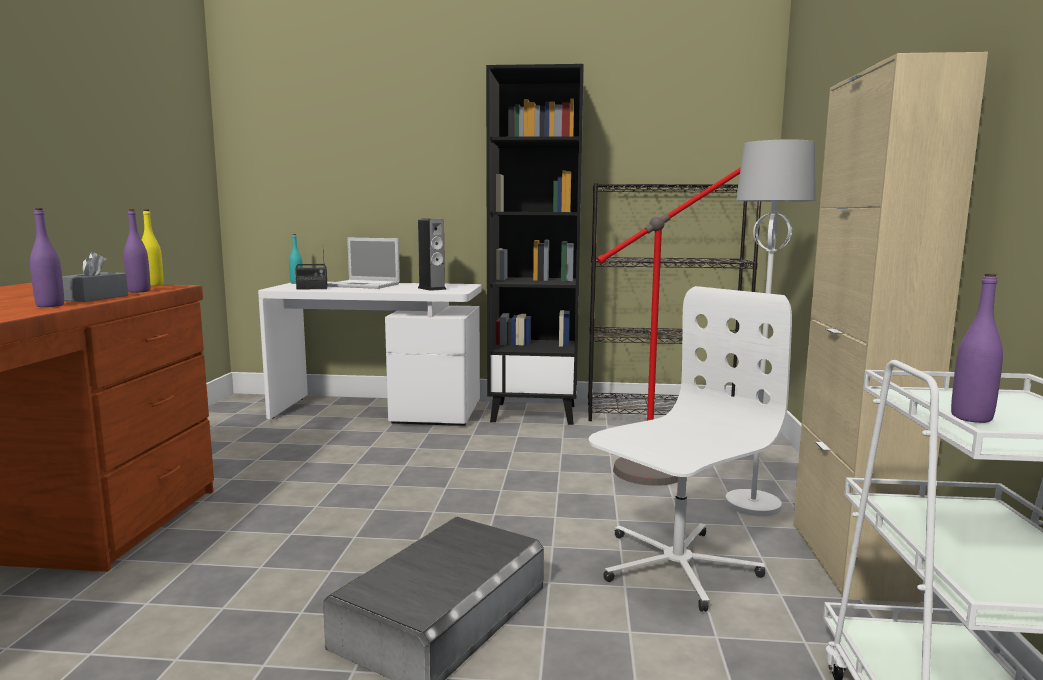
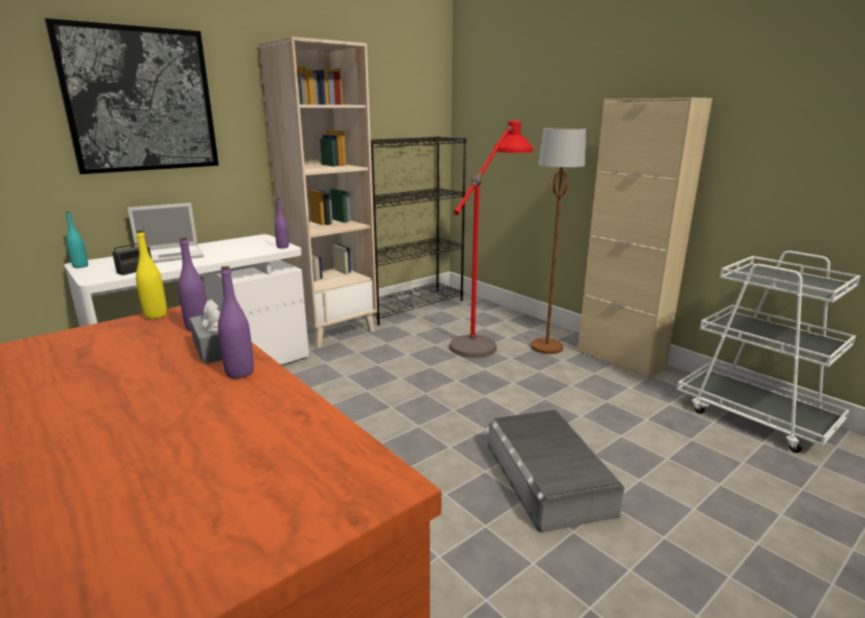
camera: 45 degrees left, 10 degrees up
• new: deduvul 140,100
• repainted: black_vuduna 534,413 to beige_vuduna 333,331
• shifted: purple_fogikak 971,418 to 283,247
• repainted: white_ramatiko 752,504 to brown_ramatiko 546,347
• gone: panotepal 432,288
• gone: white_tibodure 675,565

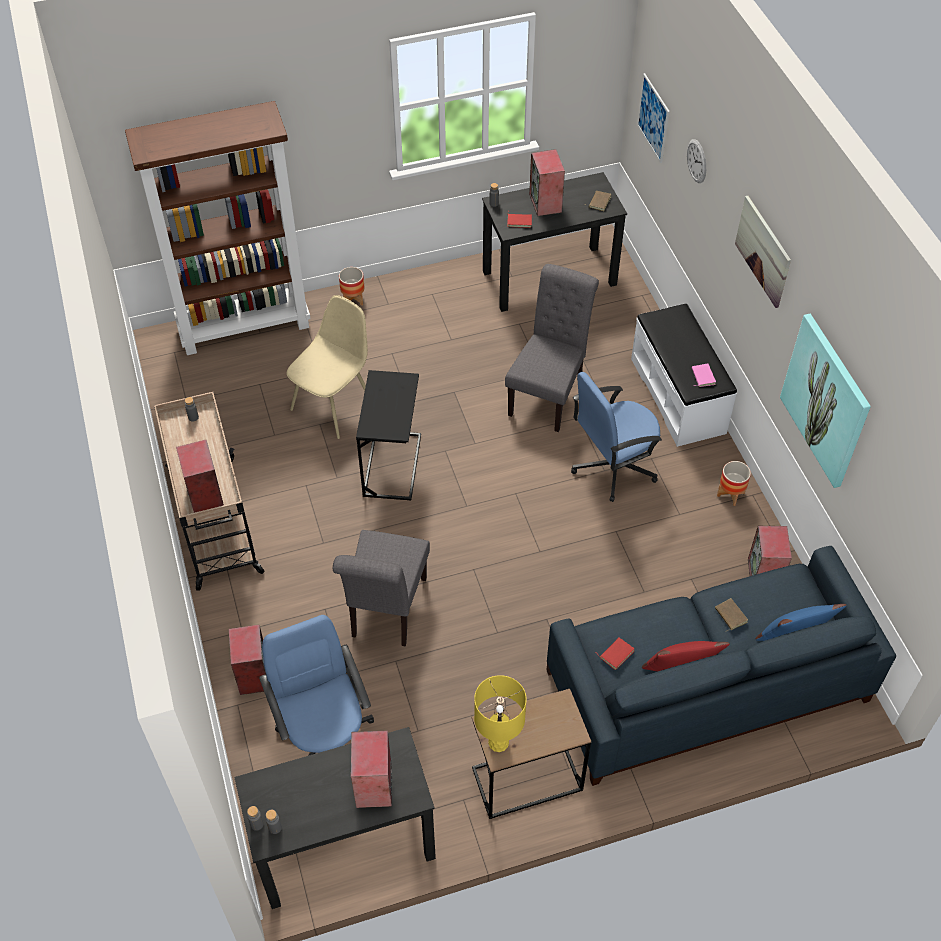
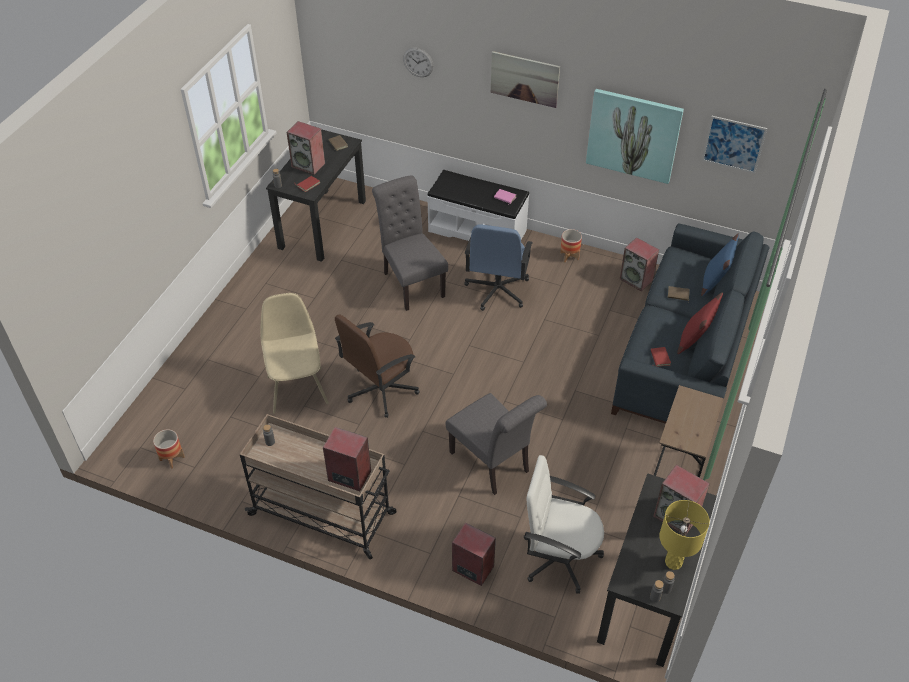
camera: 50 degrees left, 5 degrees down
• shifted: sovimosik 353,299 to 172,458
• swapped: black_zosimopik 392,465 to brown_tibodure 380,389
• repainted: blue_tibodure 325,737 to white_tibodure 559,557
• shifted: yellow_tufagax 498,743 to 674,562
• shifted: deduvul 653,118 to 733,144
• gone: brown_vuduna 245,326

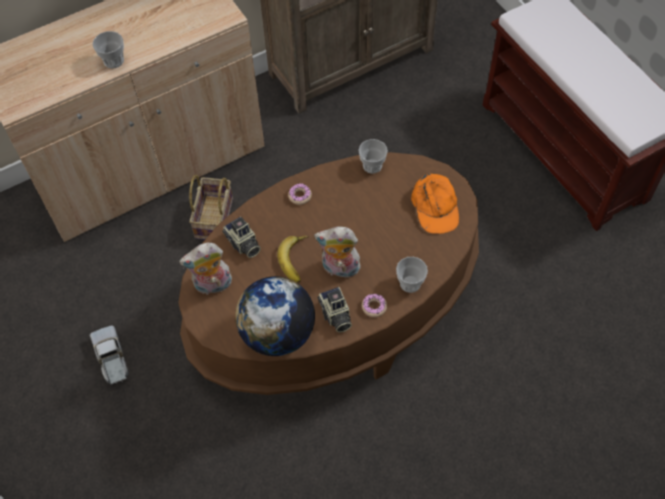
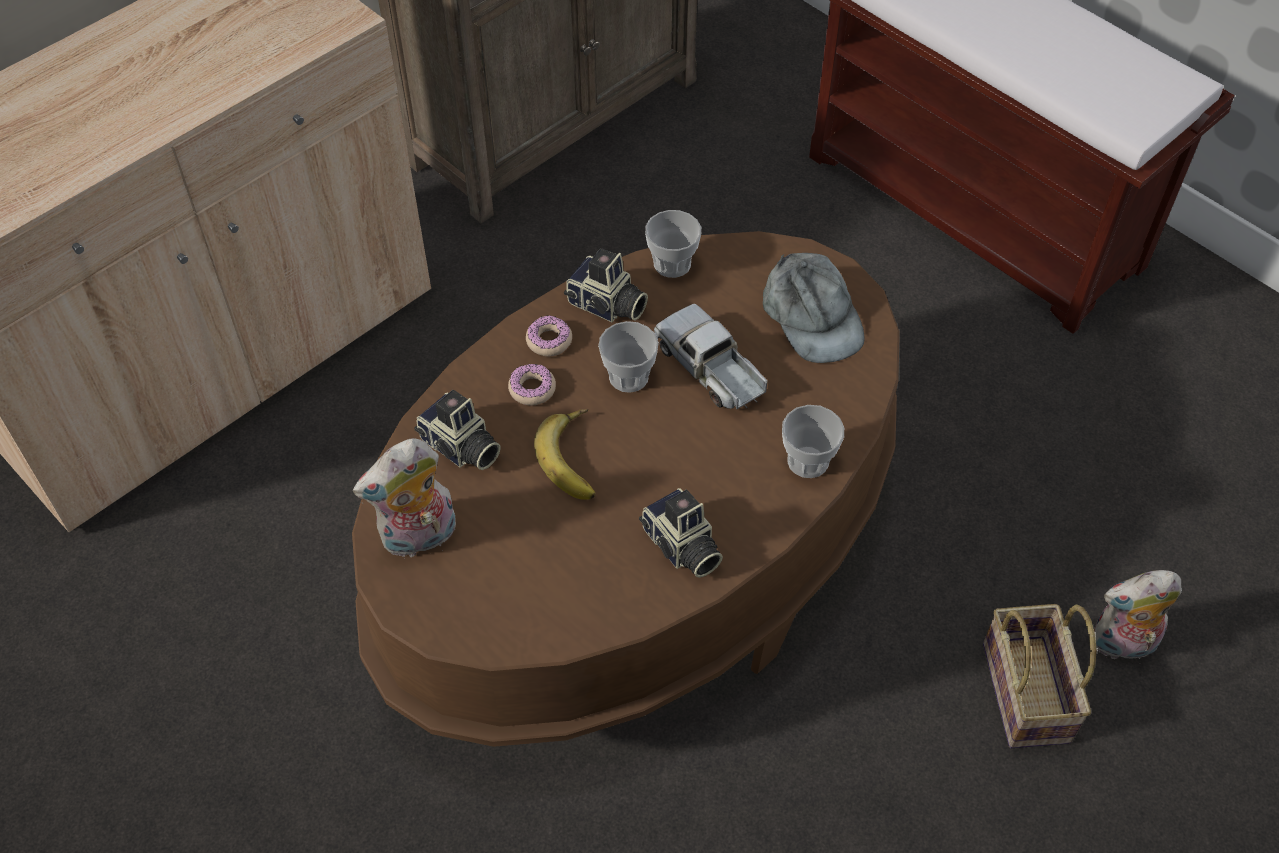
camera: 15 degrees left, 5 degrees down
• shifted: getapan 374,307 to 532,389
• new: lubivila 606,306
• shifted: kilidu 113,61 to 628,377
• shifted: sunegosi 112,358 to 711,369
• repainted: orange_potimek 435,207 to grey_potimek 811,316
• shifted: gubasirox 215,219 to 1029,695
• shifted: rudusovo 339,269 to 1121,645
• gone: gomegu 278,333

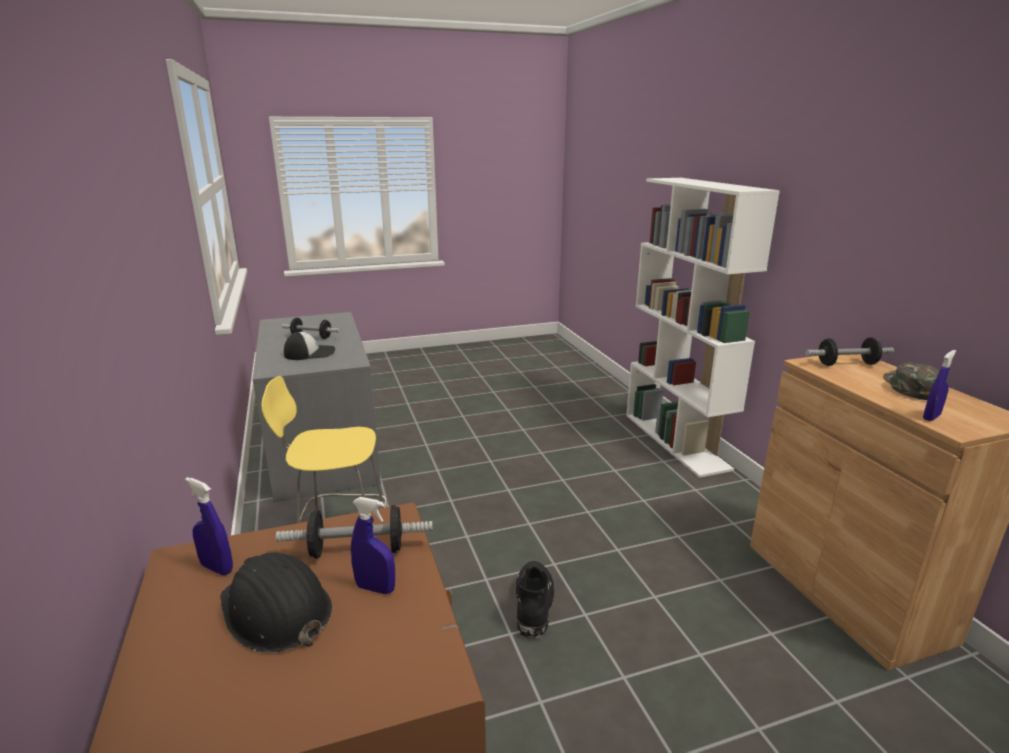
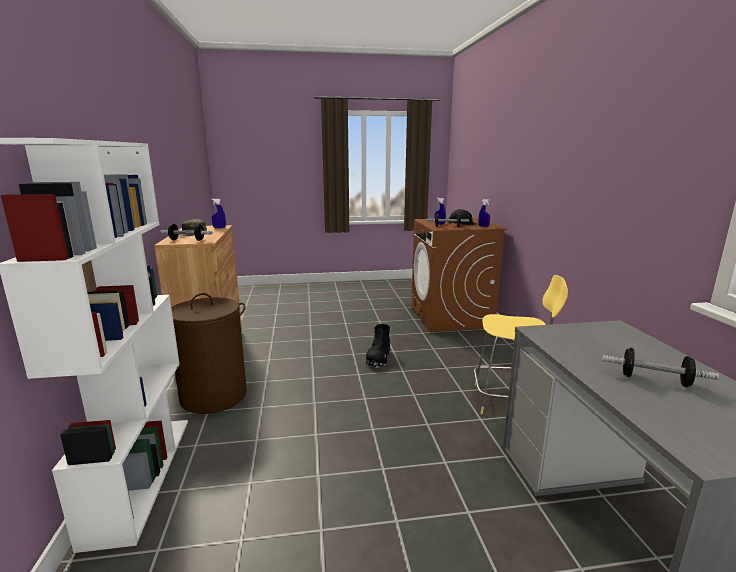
camera: 170 degrees left, 5 degrees down
• new: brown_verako 214,396
• gone: potimek 310,353

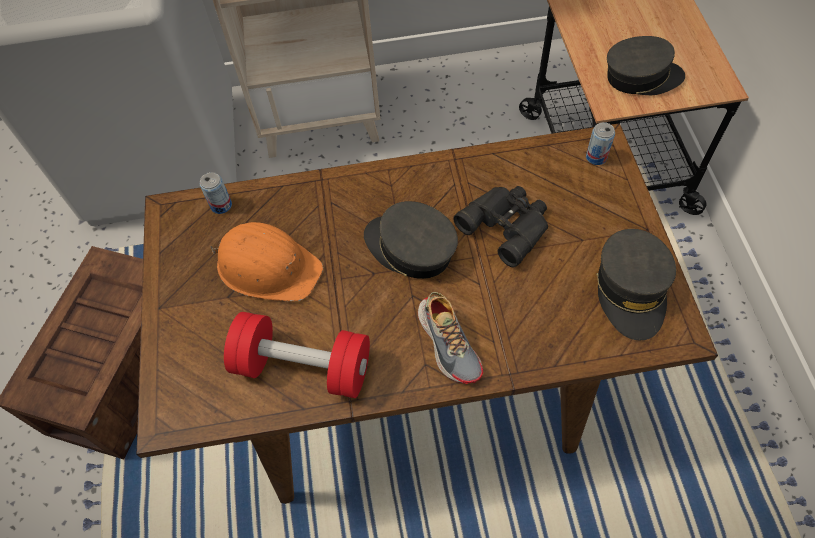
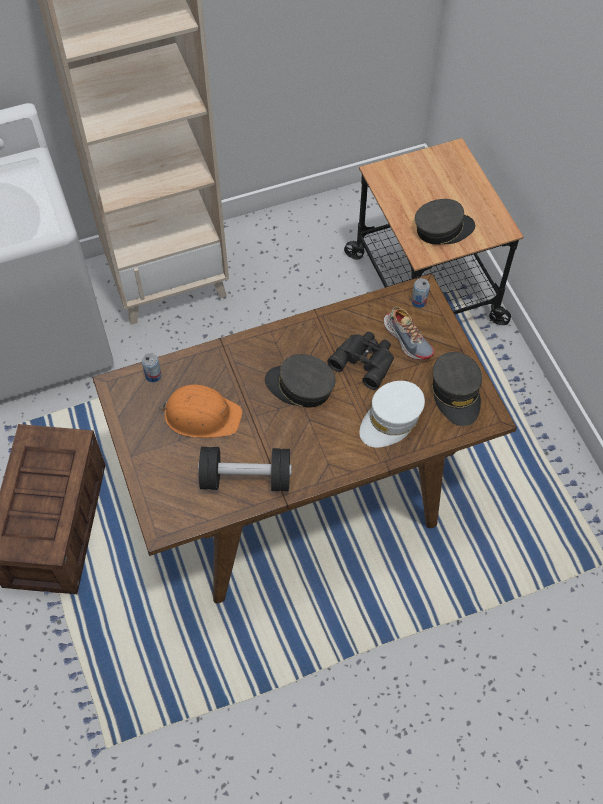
camera: 15 degrees left, 0 degrees up
• repainted: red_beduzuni 303,366 to black_beduzuni 246,478
• new: white_potimek 391,420
• shifted: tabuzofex 449,343 to 407,339

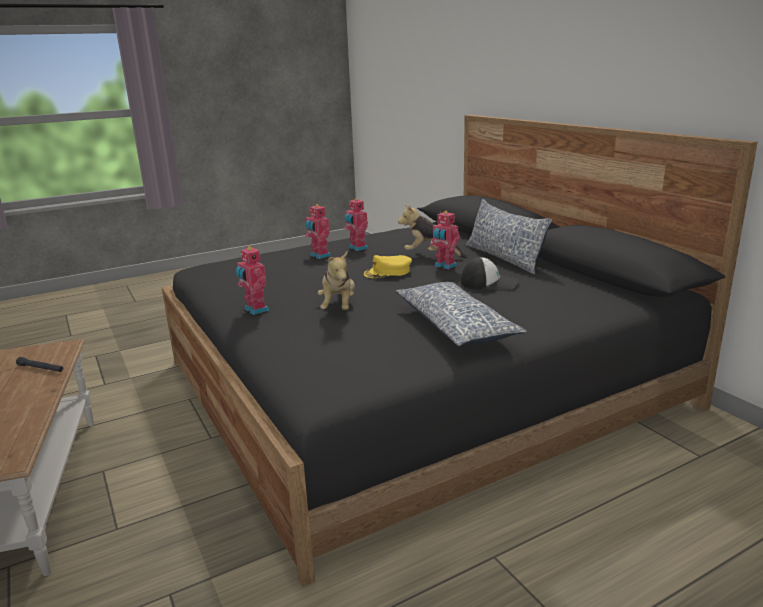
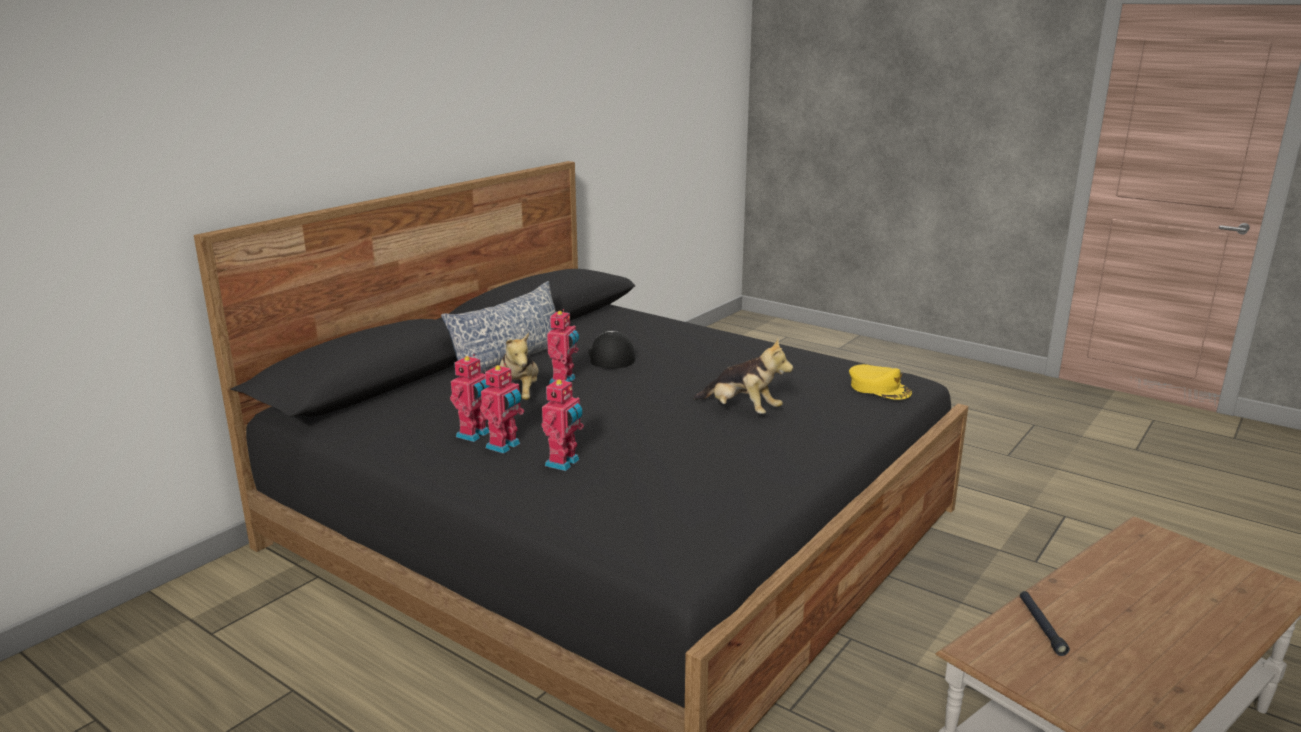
camera: 115 degrees left, 0 degrees up
• shifted: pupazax 255,310 to 474,435
• rotated: rudusovo 339,307 = 741,411 60 degrees clockwise
• shifted: yellow_potimek 388,272 to 879,388
• gone: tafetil 455,326

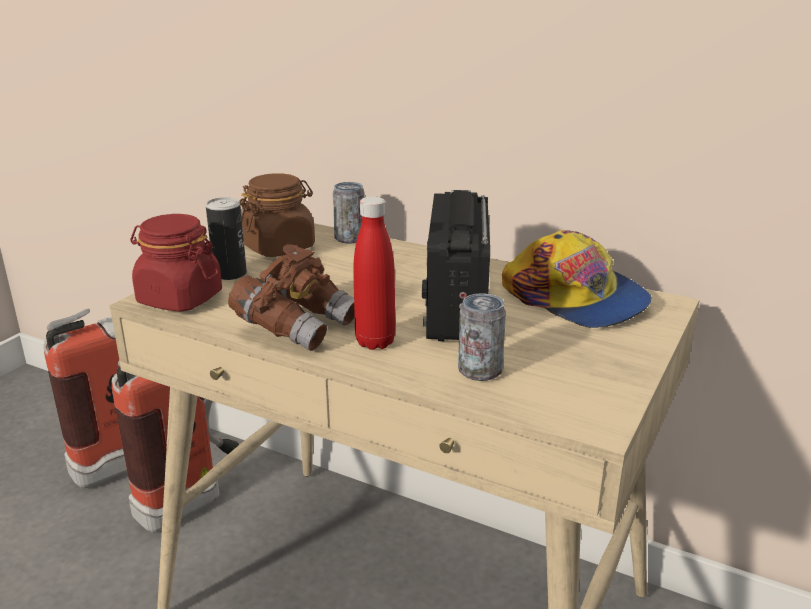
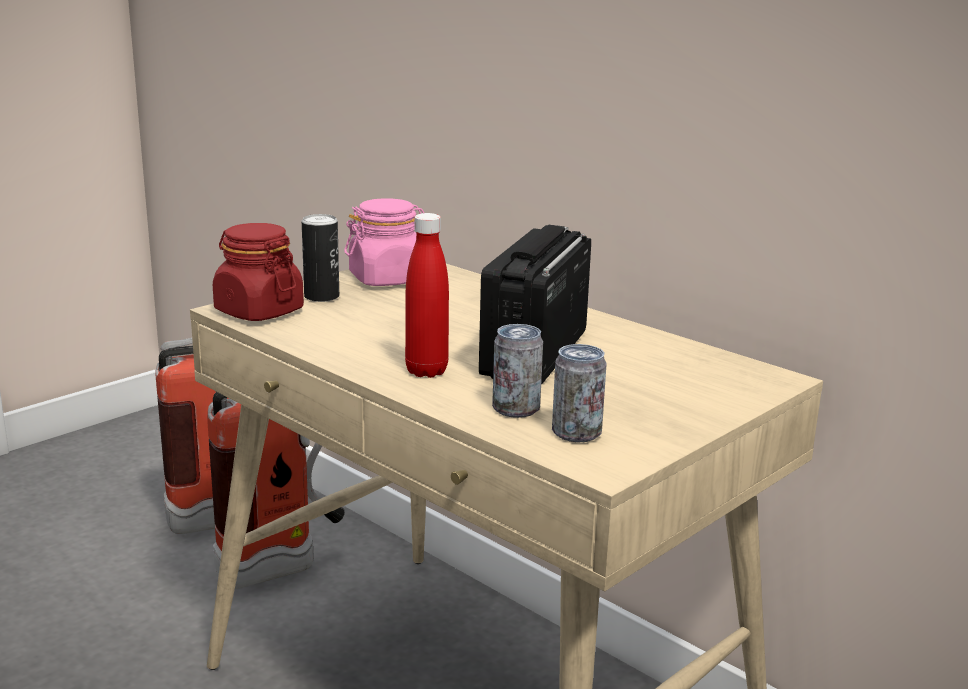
camera: 15 degrees right, 5 degrees down
• repainted: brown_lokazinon 279,247 to pink_lokazinon 387,279
• shifted: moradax 350,238 to 576,433
• gone: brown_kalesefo 297,326
• gone: potimek 575,298

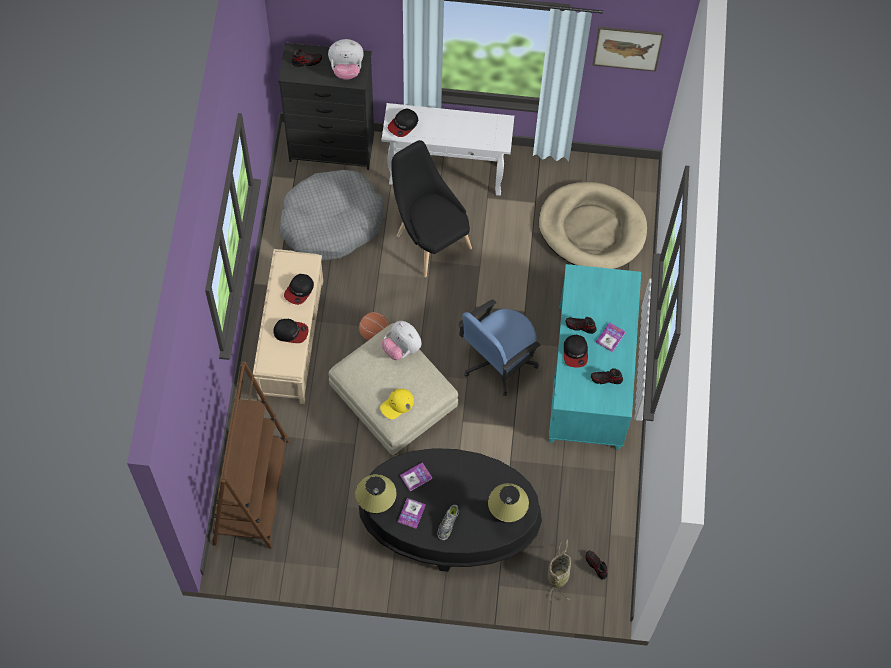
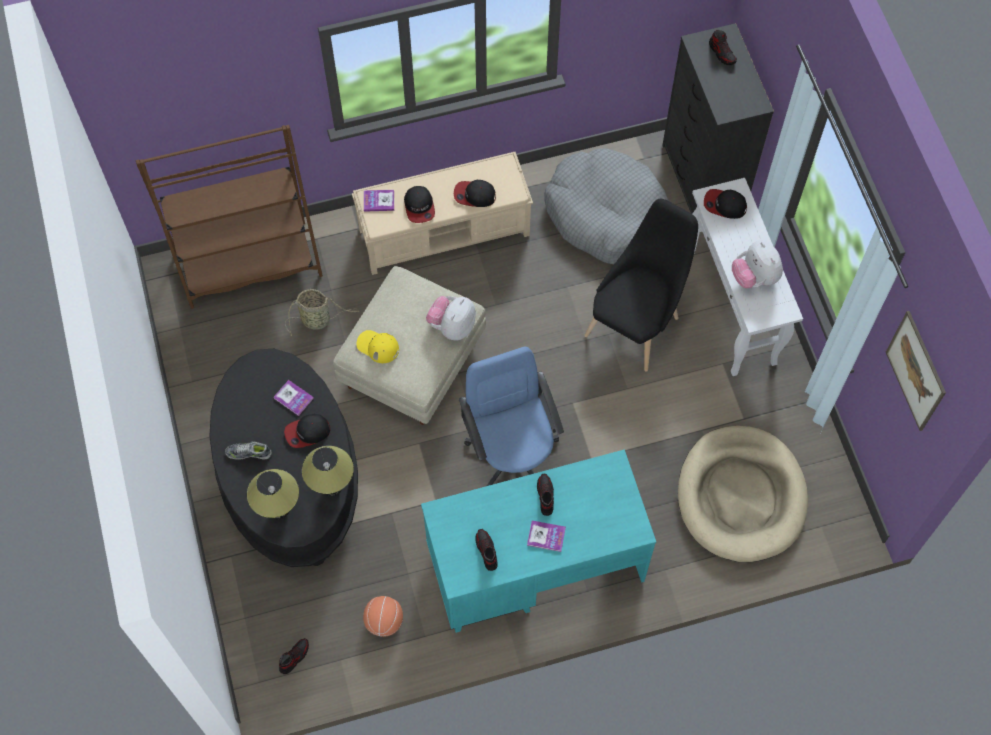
camera: 70 degrees right, 0 degrees up
• shifted: potimek 575,352 to 307,432
• shifted: gubasirox 558,575 to 318,320
• shifted: tufagax 377,508 to 333,490
• shifted: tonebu 374,333 to 384,622
• shifted: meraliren 411,513 to 379,201
• rotated: blue_tibodure 498,361 = 512,453 45 degrees clockwise
• shifted: rudusovo 346,69 to 754,277

